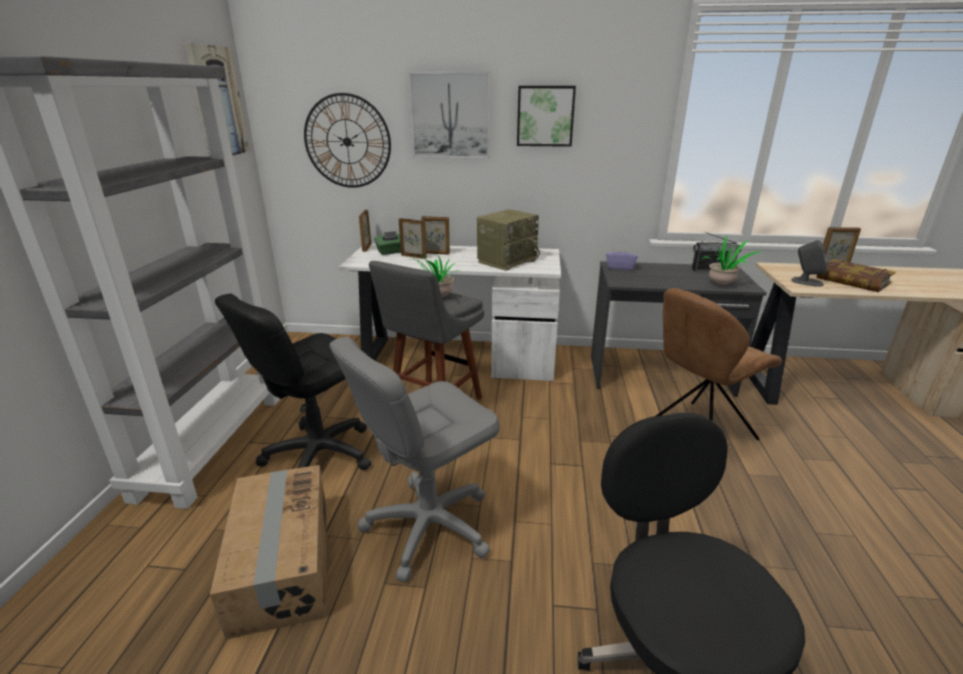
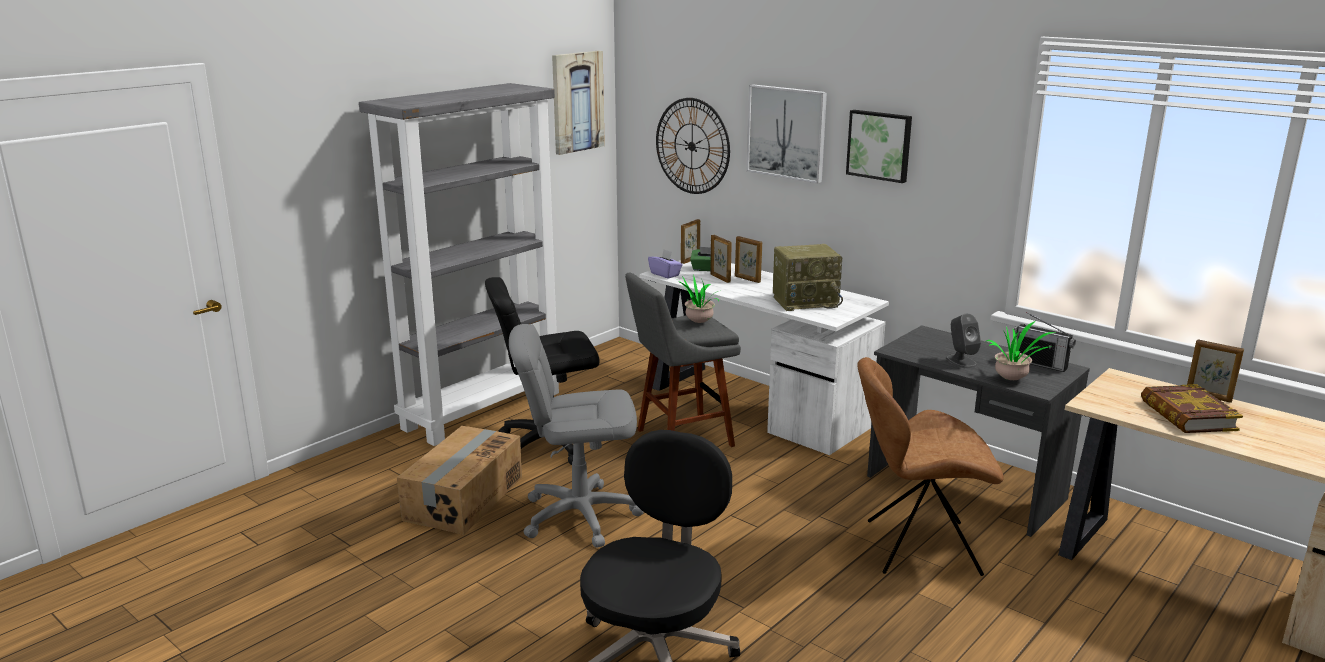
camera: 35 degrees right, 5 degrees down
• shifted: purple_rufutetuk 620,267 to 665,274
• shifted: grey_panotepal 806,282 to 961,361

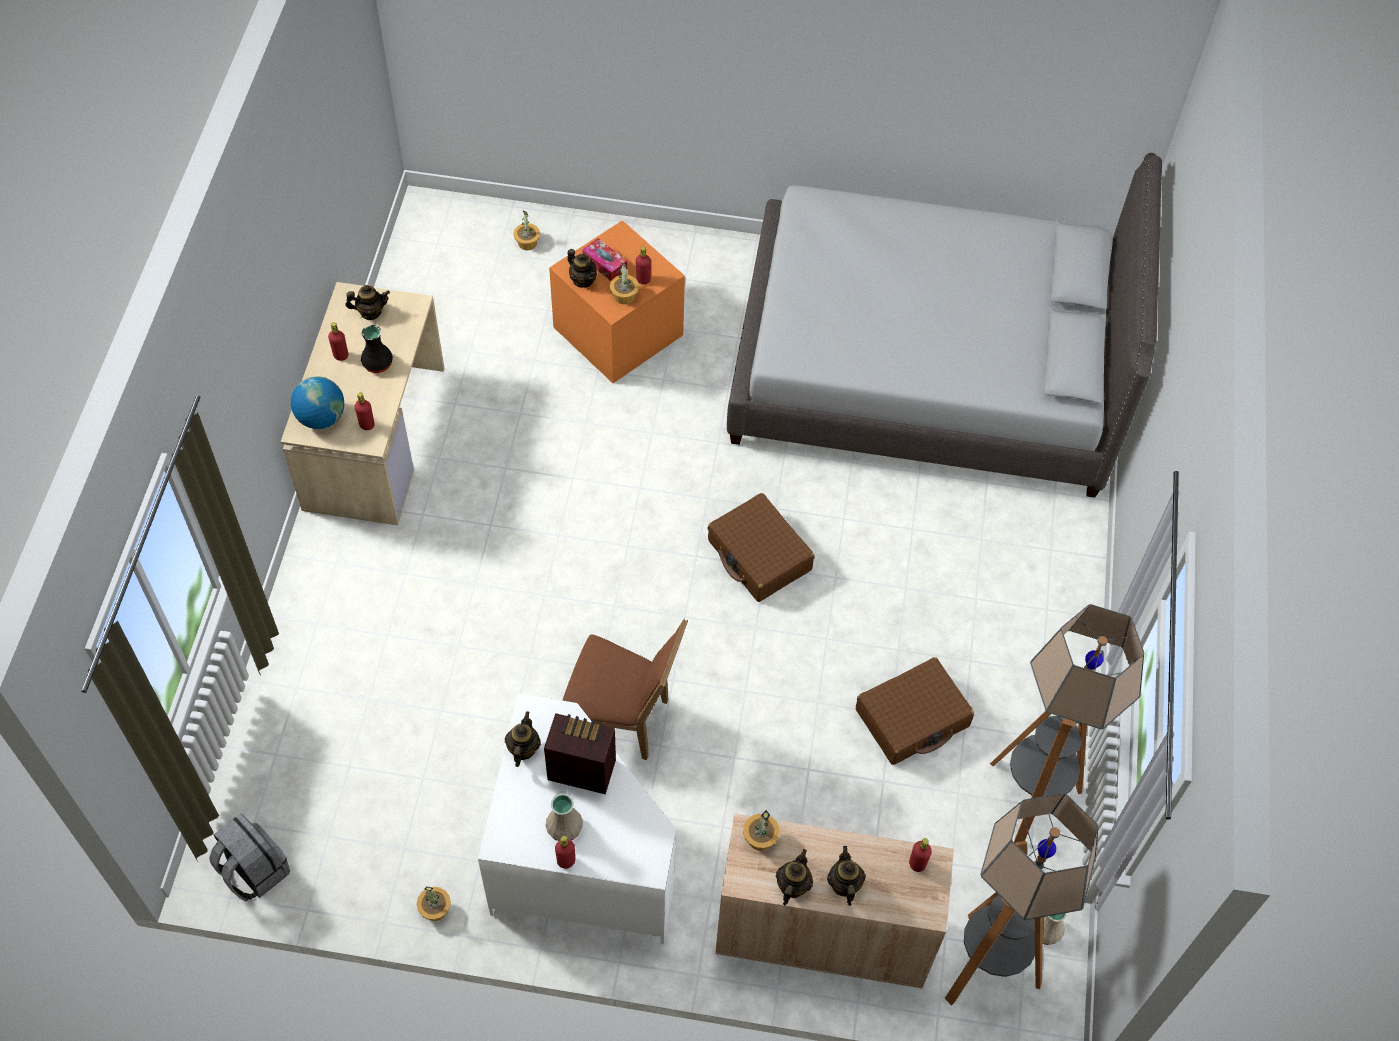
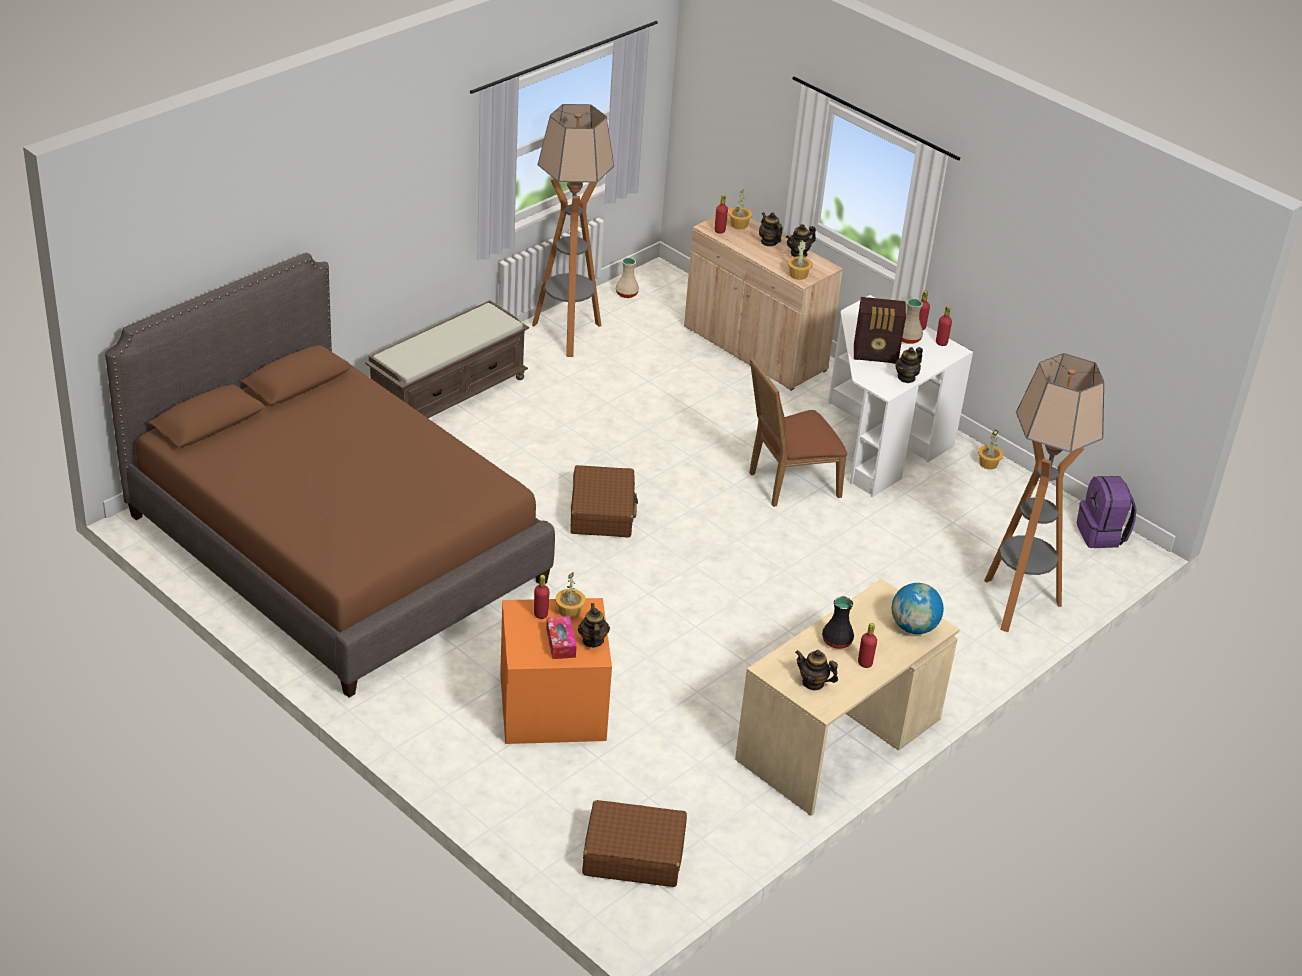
camera: 145 degrees left, 20 degrees down
• repainted: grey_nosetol 926,368 to brown_nosetol 336,548
• new: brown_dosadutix 448,395
• shifted: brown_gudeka 912,718 to 633,854
• shifted: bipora 527,243 to 739,224
• rotated: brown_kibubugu 622,719 = 788,484 75 degrees counterclockwise
• rotated: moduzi 844,885 = 769,242 120 degrees clockwise
• rotated: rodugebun 580,769 = 876,354 45 degrees counterclockwise
• shifted: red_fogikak 367,425 to 941,343
• shifted: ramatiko 987,966 to 1017,604
• repainted: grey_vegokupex 254,870 to purple_vegokupex 1101,535

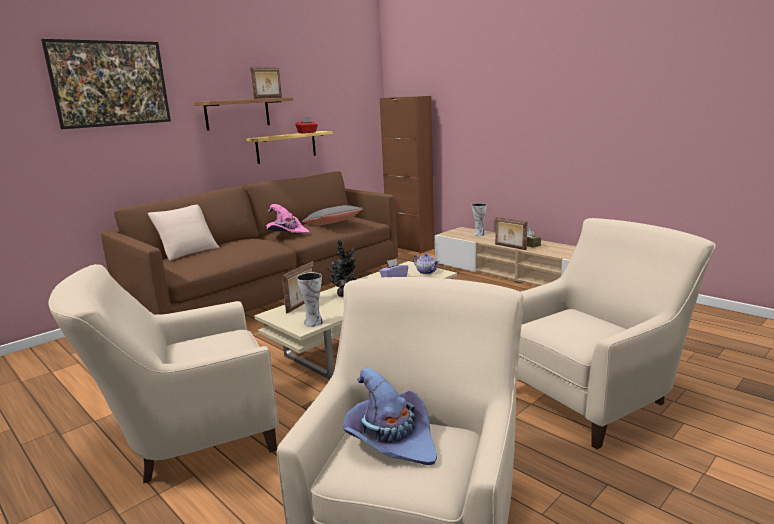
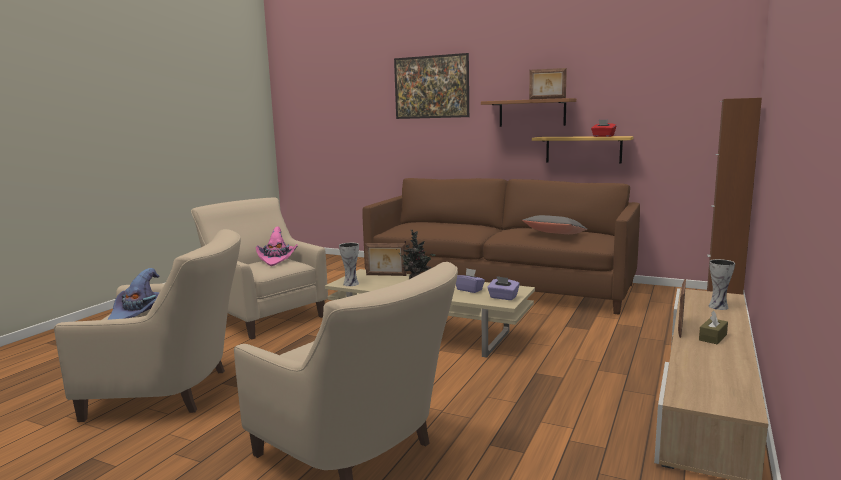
camera: 70 degrees right, 5 degrees down
• shifted: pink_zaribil 287,232 to 277,259
• swapped: moduzi 426,272 to purple_rufutetuk 503,297
• gone: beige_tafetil 188,251

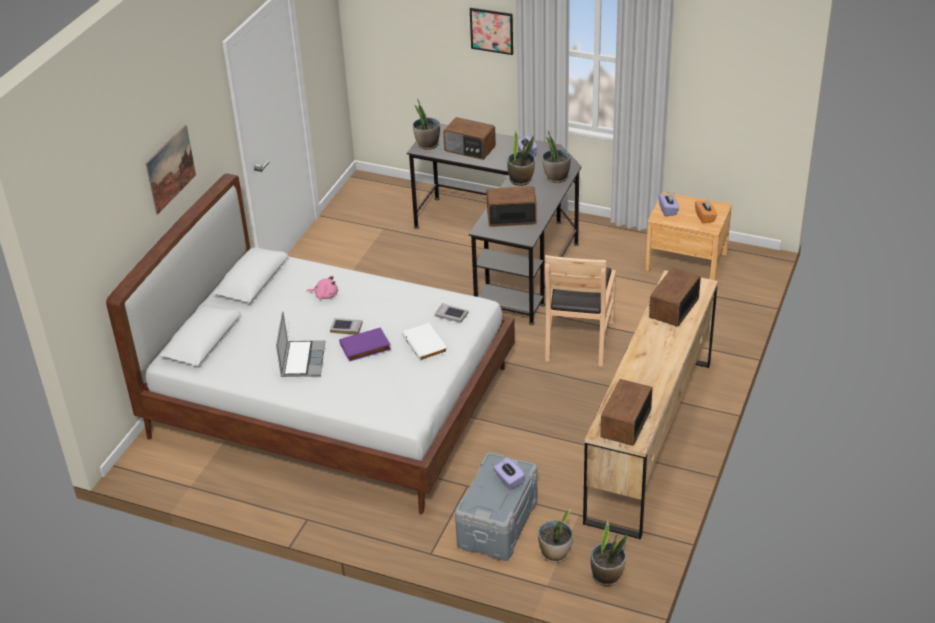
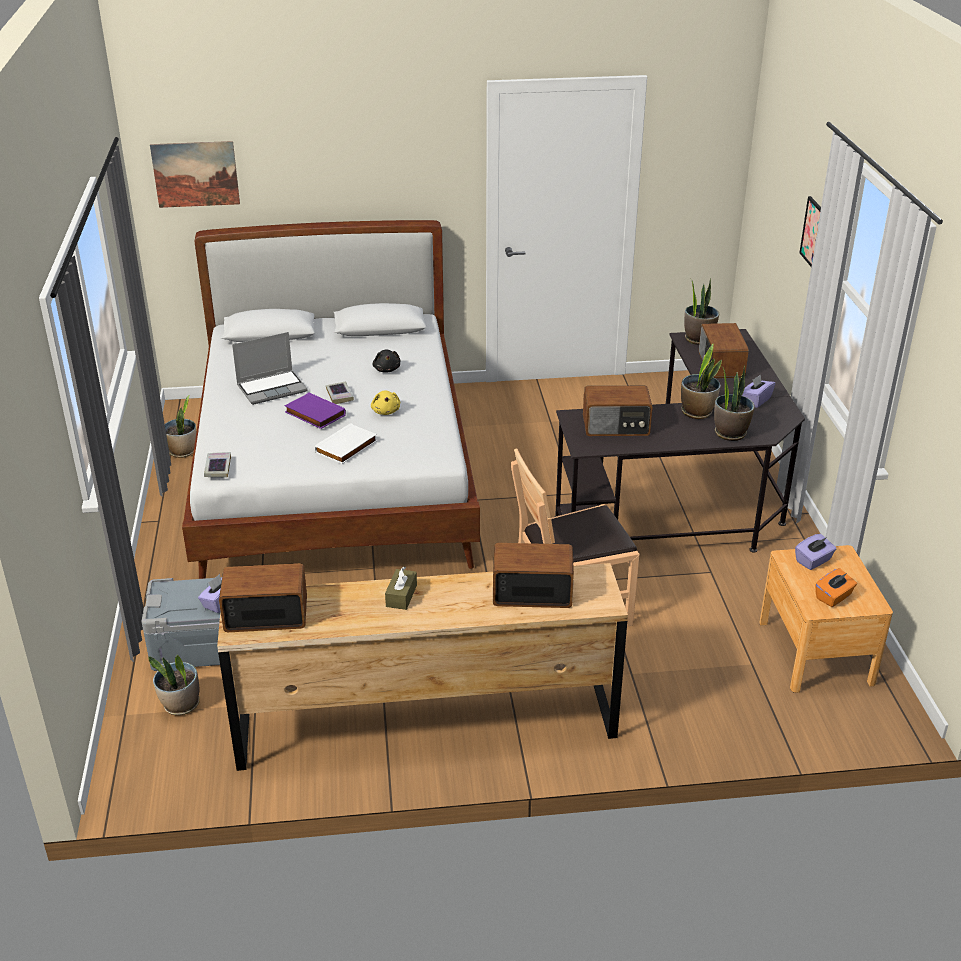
camera: 60 degrees right, 5 degrees down
• shifted: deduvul 170,169 to 195,174
• shifted: bipora 607,576 to 182,451
• shifted: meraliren 451,315 to 218,468
• new: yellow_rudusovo 386,411
• repainted: pink_rudusovo 325,295 to black_rudusovo 387,369
• new: brown_rufutetuk 401,596
• rotated: rodugebun 511,217 = 616,426 120 degrees clockwise

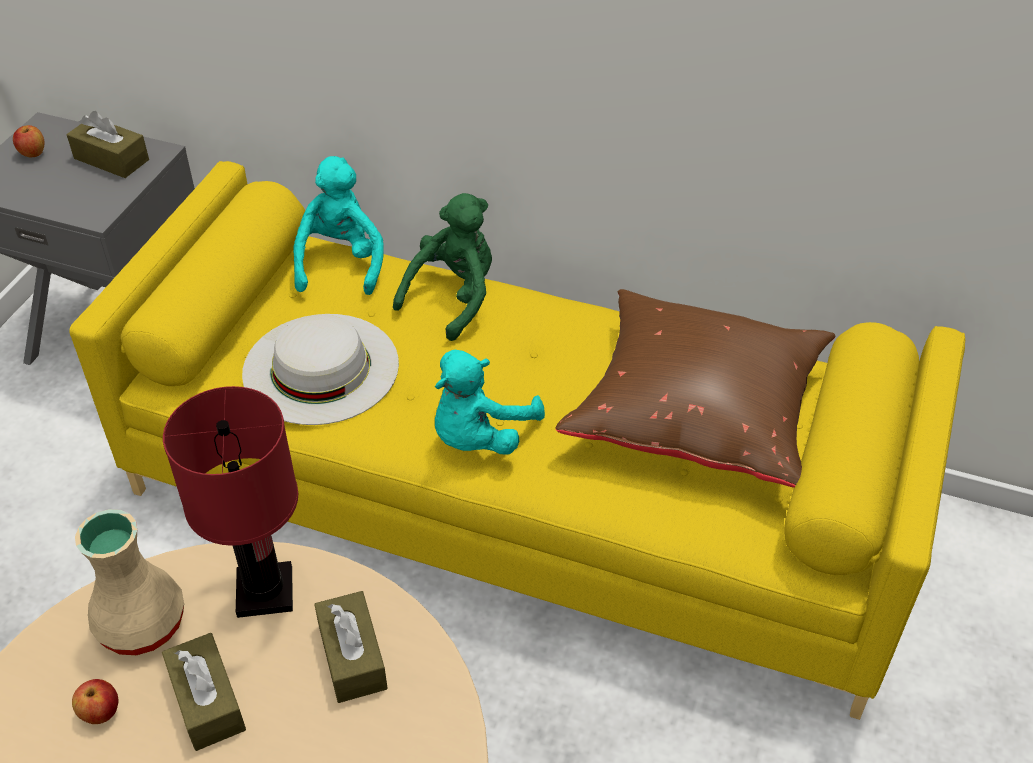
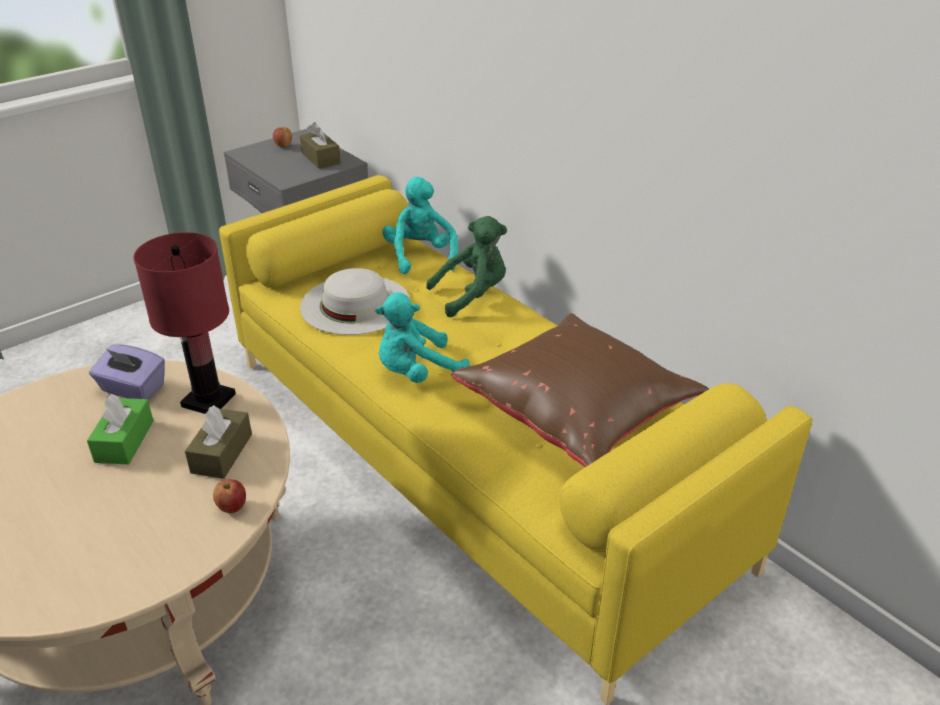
camera: 30 degrees right, 10 degrees down
• repainted: brown_rufutetuk 207,701 to green_rufutetuk 124,441
• swapped: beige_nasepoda 143,622 to purple_rufutetuk 132,389
• shifted: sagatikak 100,712 to 232,507
• rotated: turquoise_rudusovo 339,262 = 420,256 45 degrees counterclockwise

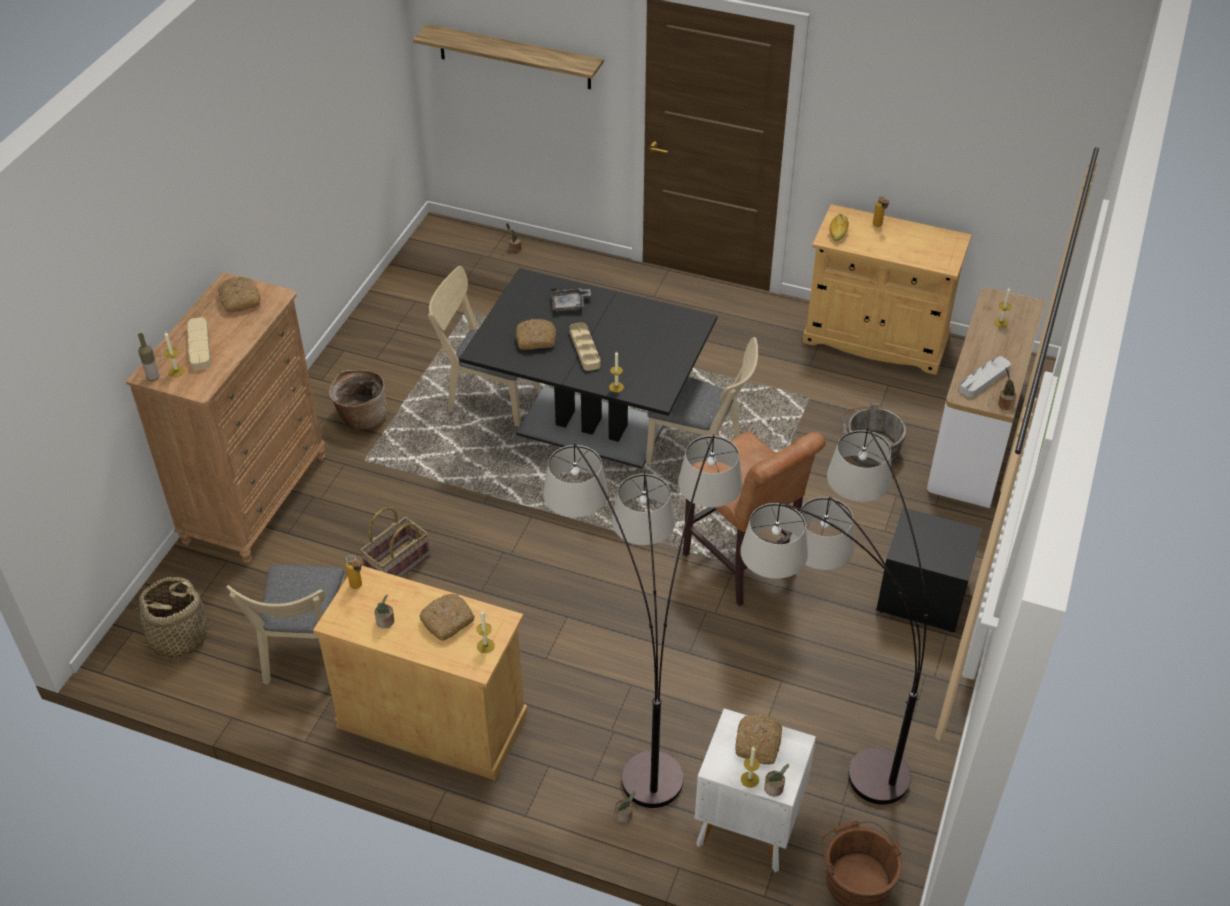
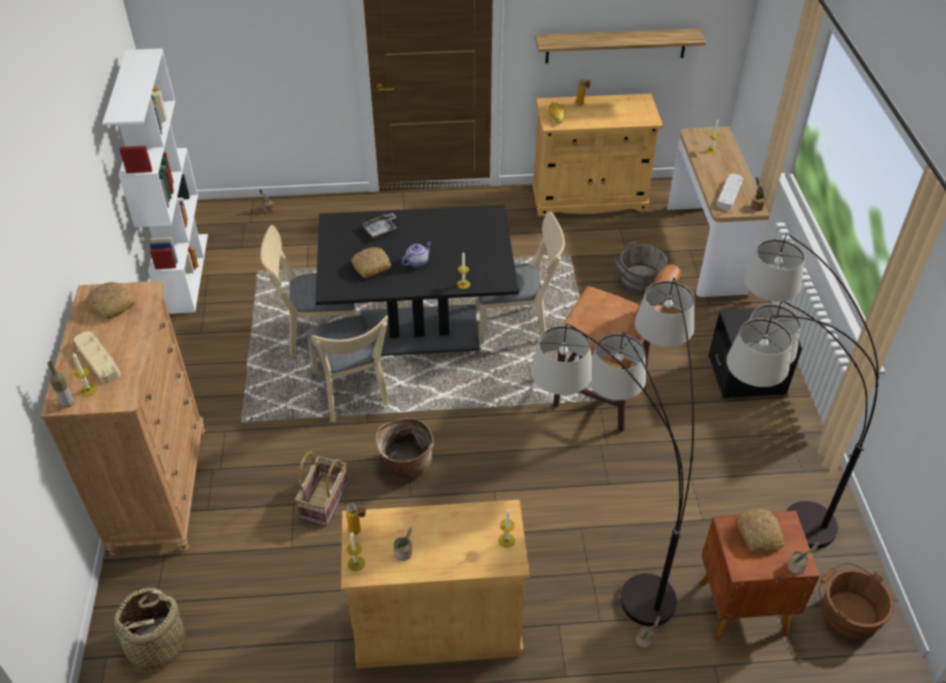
camera: 25 degrees left, 0 degrees up
• new: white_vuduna 184,272
• shifted: beige_kibubugu 307,656 to 352,394
• shifted: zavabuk 749,779 to 356,563
• shifted: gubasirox 361,417 to 405,464
• swapped: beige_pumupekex 584,349 to moduzi 417,262
• shifted: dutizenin 514,57 to 616,45
• repainted: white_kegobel 746,825 to brown_kegobel 741,606
• gone: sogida 447,620

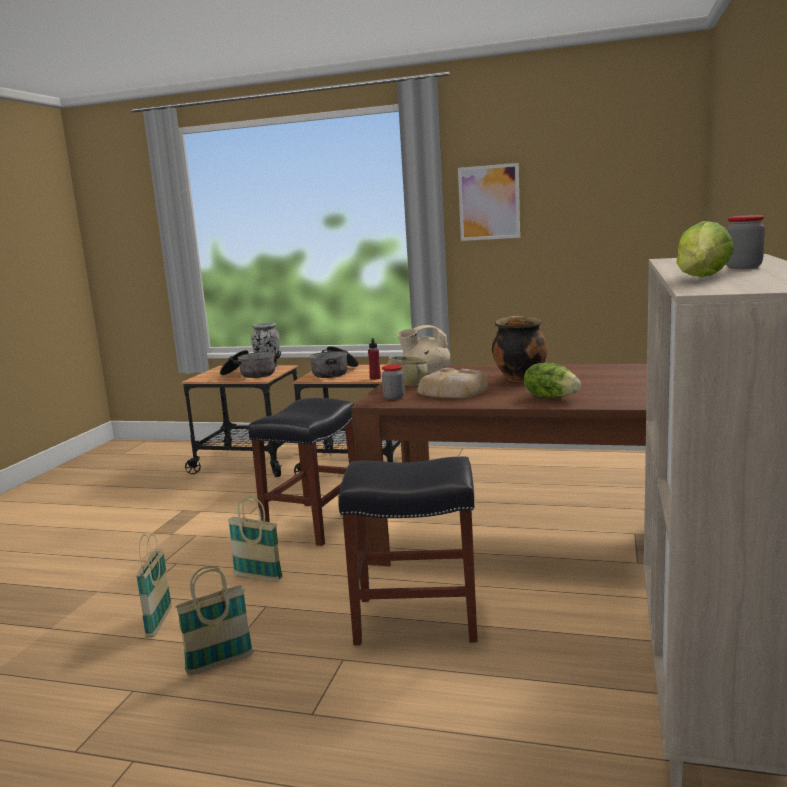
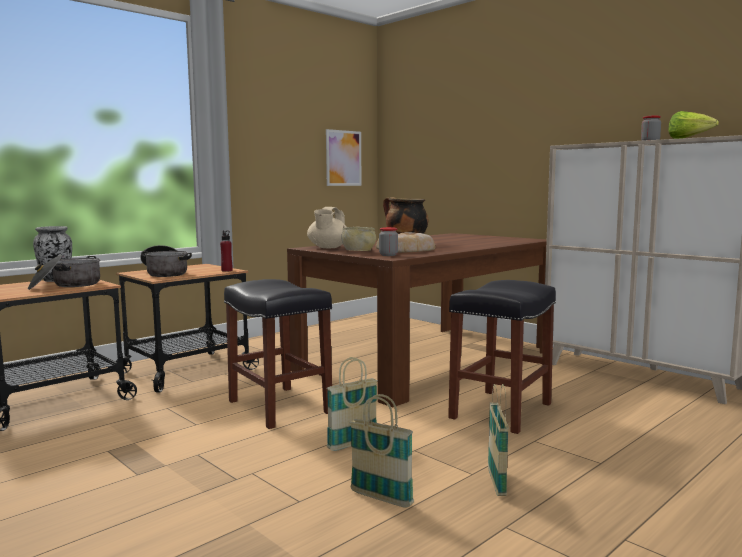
camera: 60 degrees left, 5 degrees down
• shifted: deduvul 489,202 to 343,158
• gone: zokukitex 551,397

